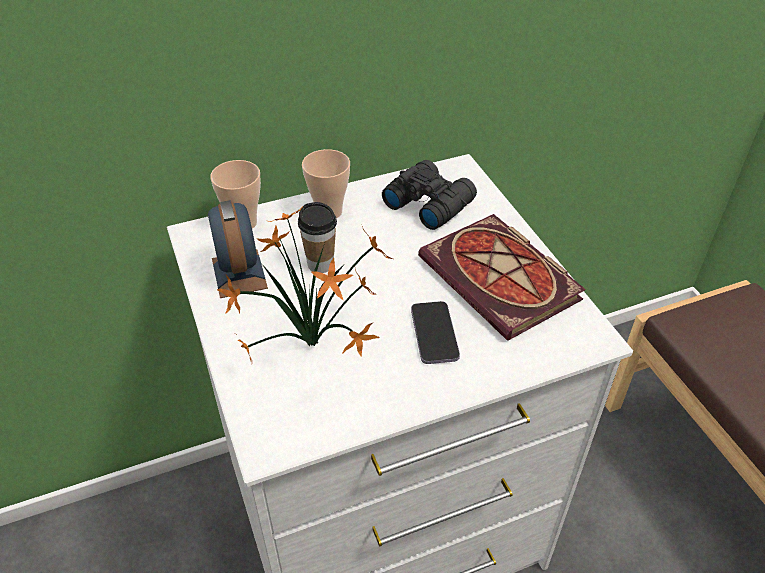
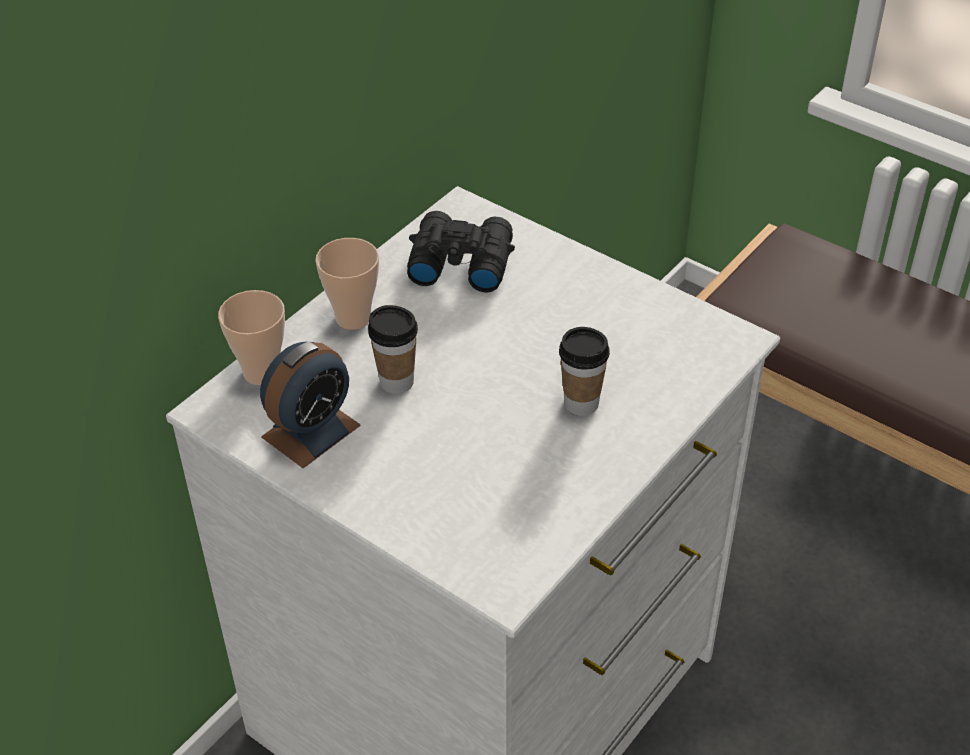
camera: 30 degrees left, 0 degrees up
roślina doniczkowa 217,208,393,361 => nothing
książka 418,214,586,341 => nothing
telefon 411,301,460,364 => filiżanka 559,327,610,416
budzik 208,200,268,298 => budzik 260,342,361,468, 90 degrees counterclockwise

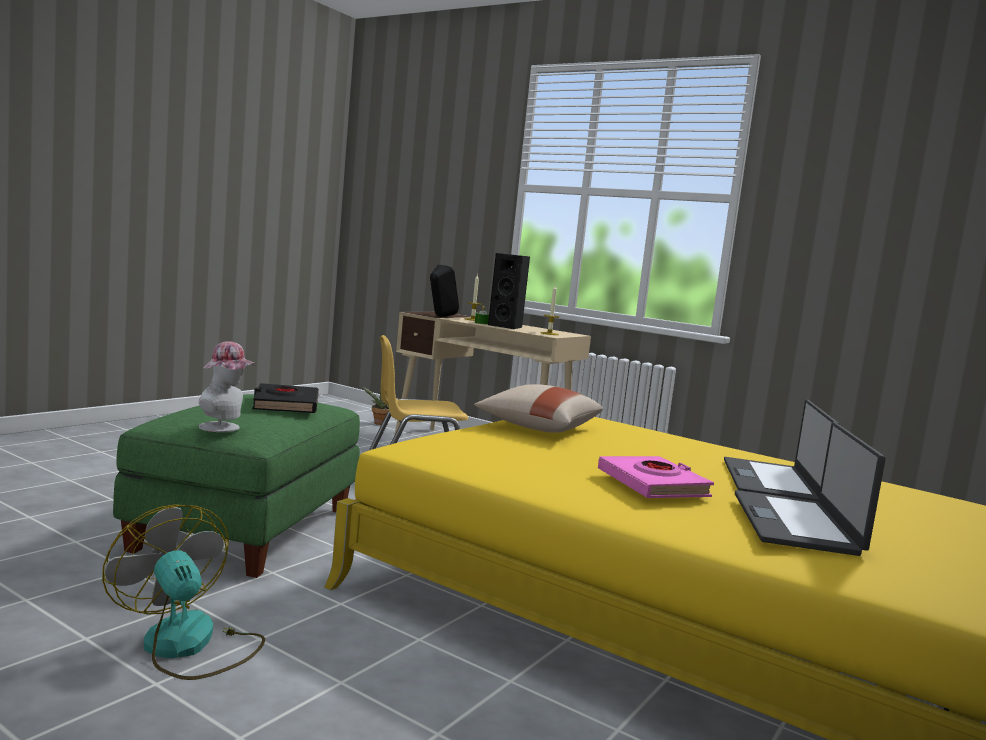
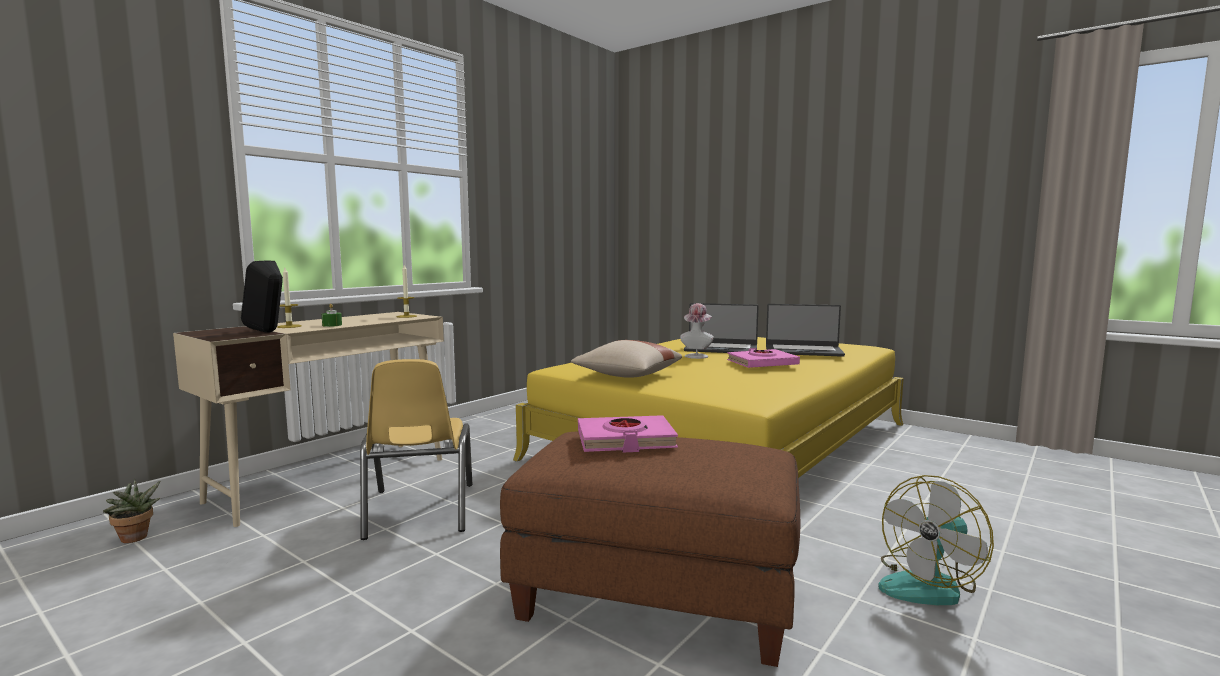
camera: 85 degrees left, 0 degrees up
głośnik [czarny] 488,253,530,329 => nothing
kapelusz 199,341,256,432 => kapelusz 680,303,714,359, moved
pufa [zielony] 113,394,360,578 => pufa [brązowy] 500,431,800,667
książka [czarny] 252,383,319,413 => książka [różowy] 578,415,678,452

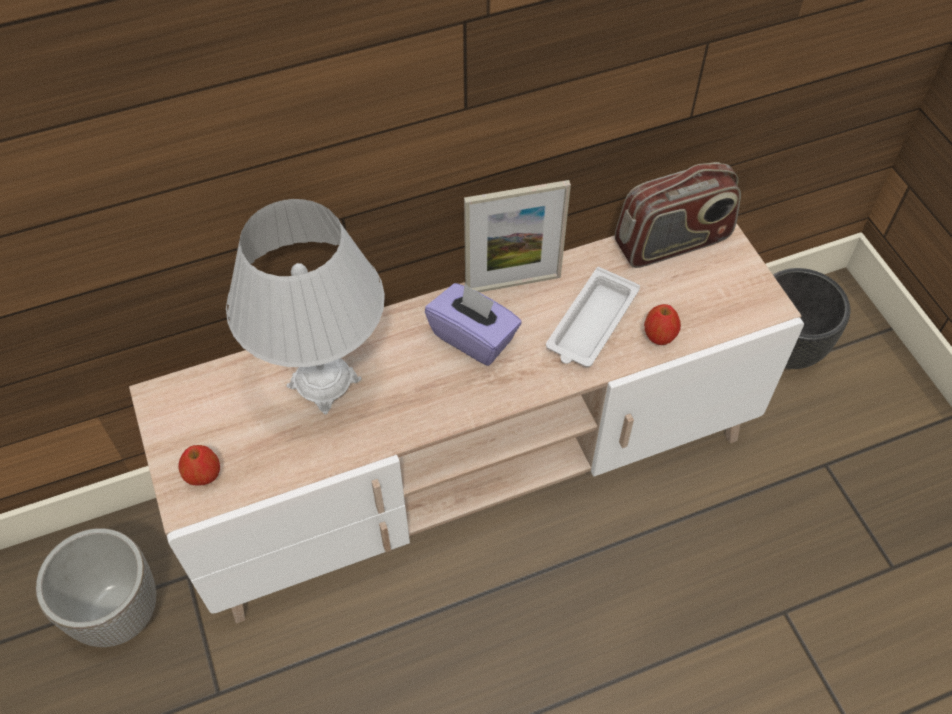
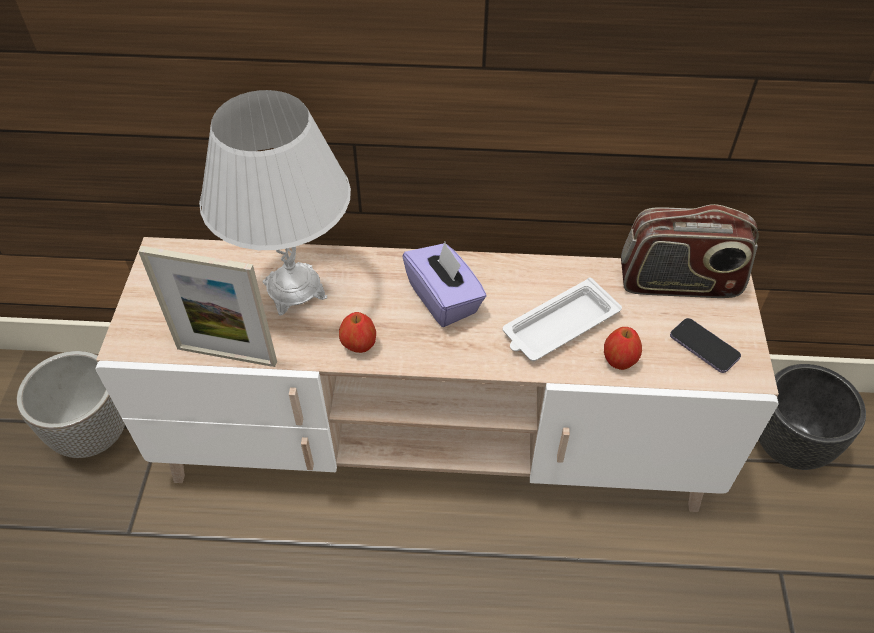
camera: 25 degrees right, 5 degrees down
nothing => telefon 670,318,741,373
jabłko 178,445,220,485 => jabłko 339,312,376,353, moved
ramka na zdjęcie 464,180,571,293 => ramka na zdjęcie 138,246,277,367, moved

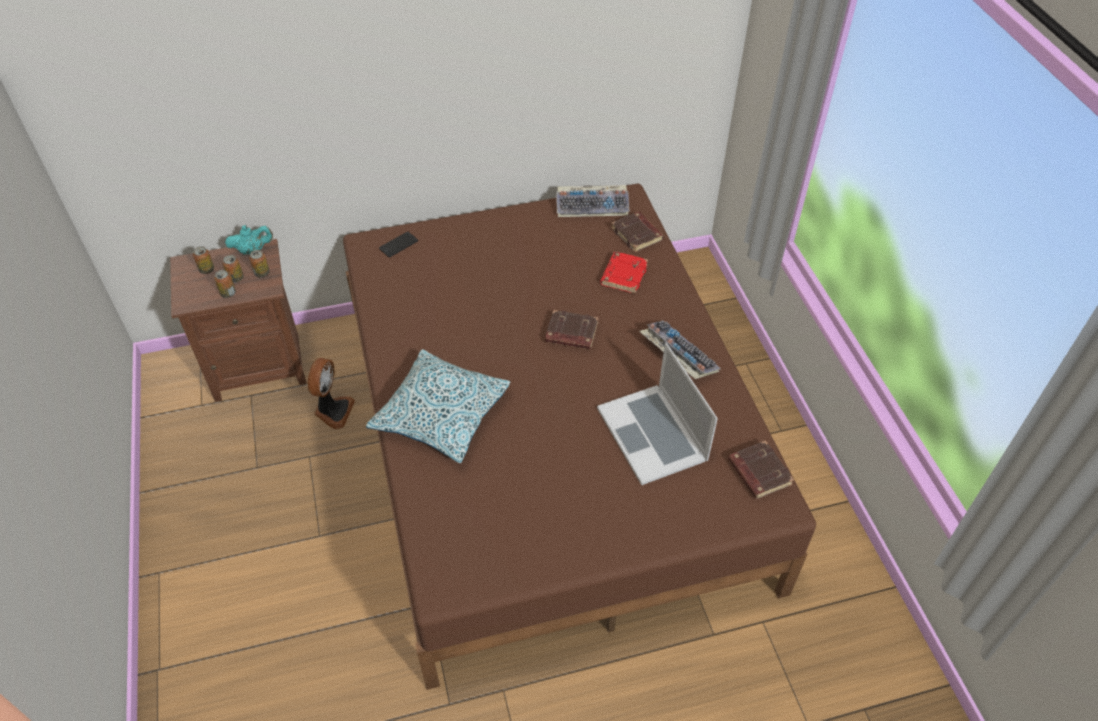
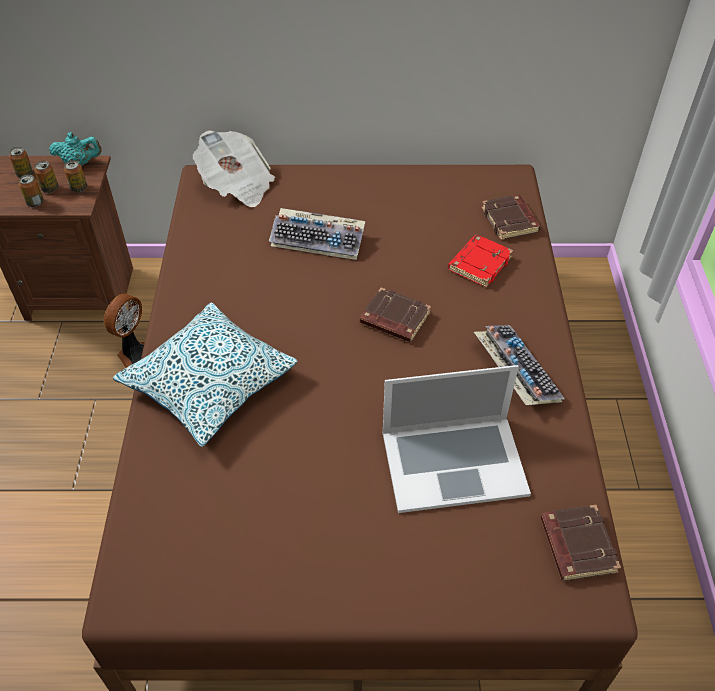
camera: 15 degrees right, 0 degrees up
klawiatura 556,185,630,217 => klawiatura 269,208,365,260, moved
telefon 379,232,418,258 => gazeta 193,130,275,207
laptop 597,343,718,485 => laptop 383,365,531,513, 90 degrees counterclockwise

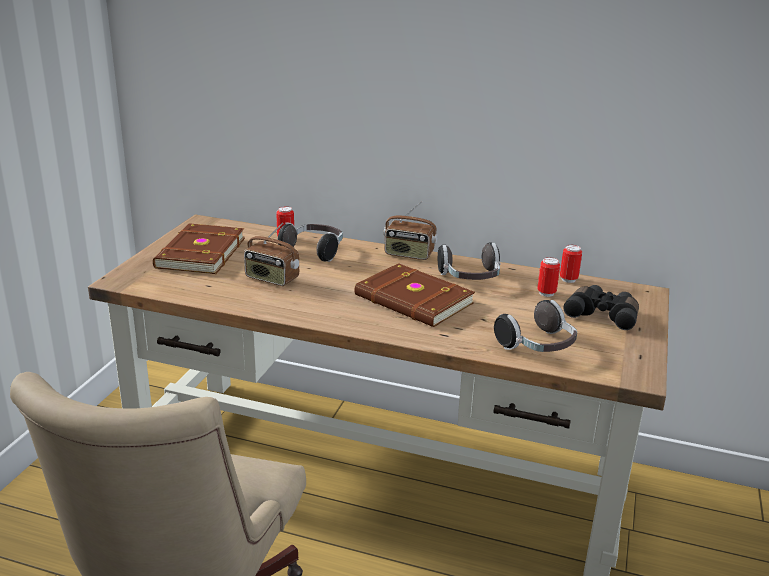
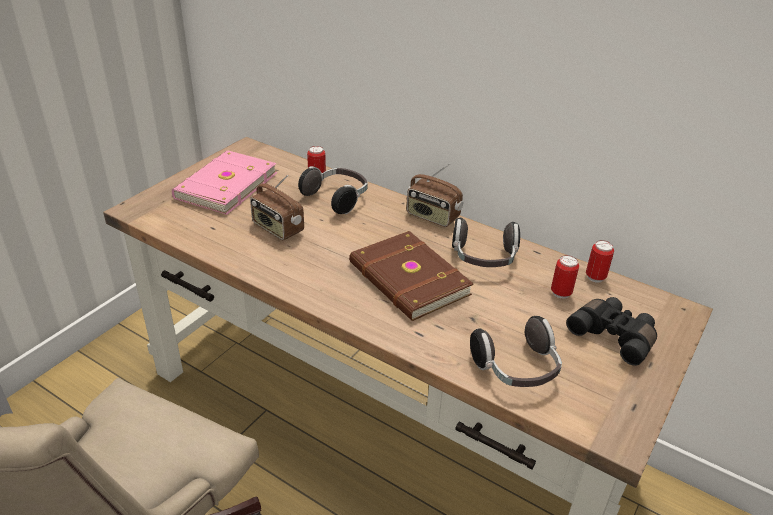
camera: 15 degrees right, 10 degrees up
książka [brązowy] 153,223,245,274 => książka [różowy] 172,150,277,215

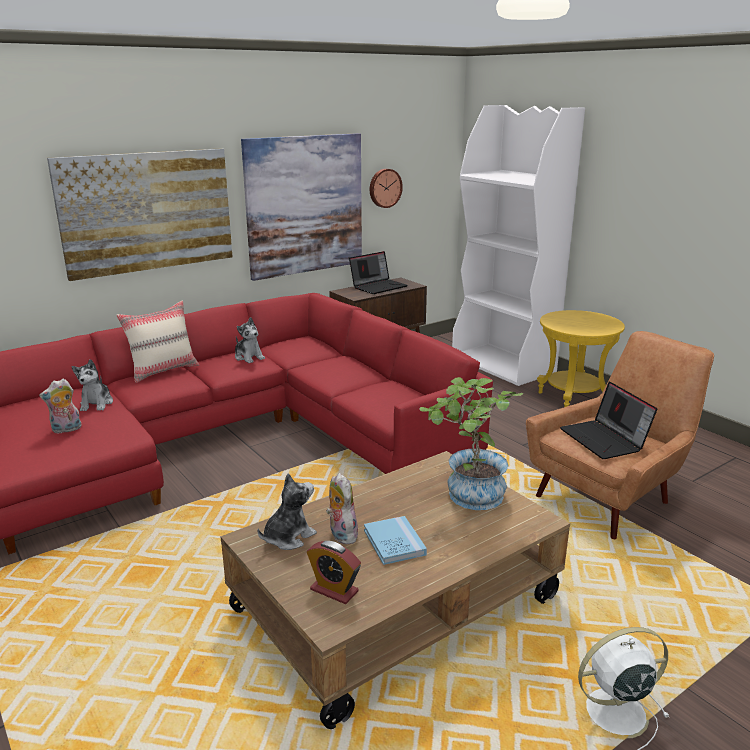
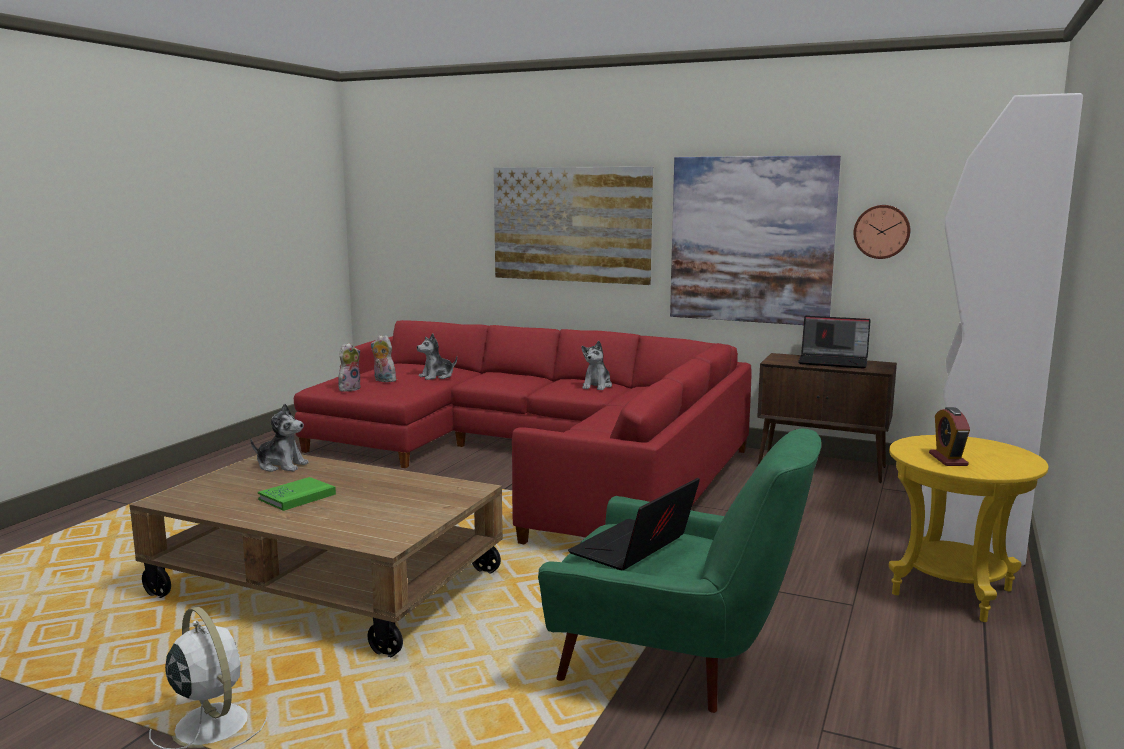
camera: 60 degrees right, 10 degrees down
poduszka [beżowy] 116,301,199,383 => nothing
roślina doniczkowa 419,377,523,510 => nothing
budzik 307,541,361,604 => budzik 929,407,970,466, moved
pluszak 326,473,358,544 => pluszak 338,343,361,392, moved
książka [niebieski] 364,516,427,565 => książka [zielony] 258,477,336,511
fotel [brązowy] 526,331,714,539 => fotel [zielony] 538,429,821,713

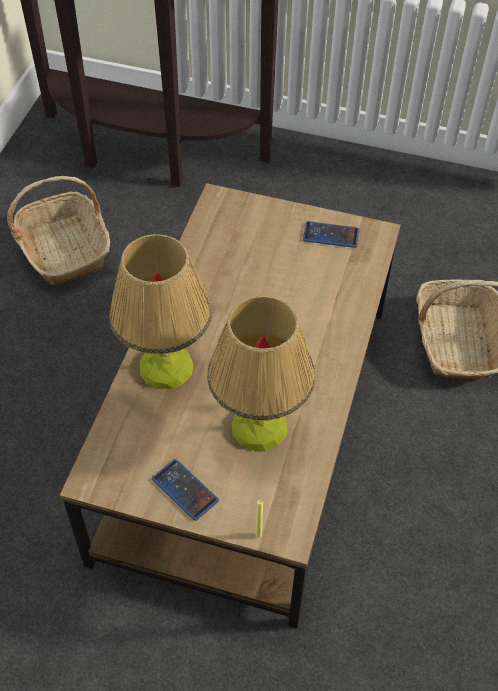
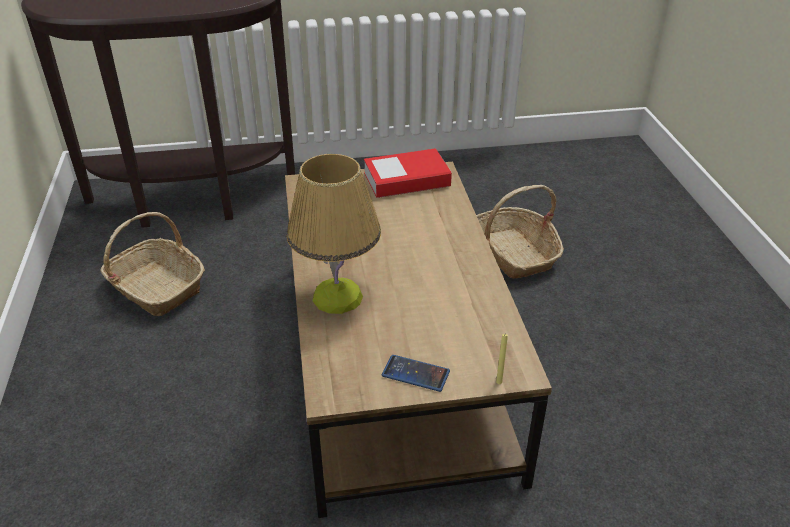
camera: 25 degrees left, 15 degrees down
lampa stołowa 207,296,315,452 => nothing
telefon 303,221,359,248 => książka 364,148,452,198

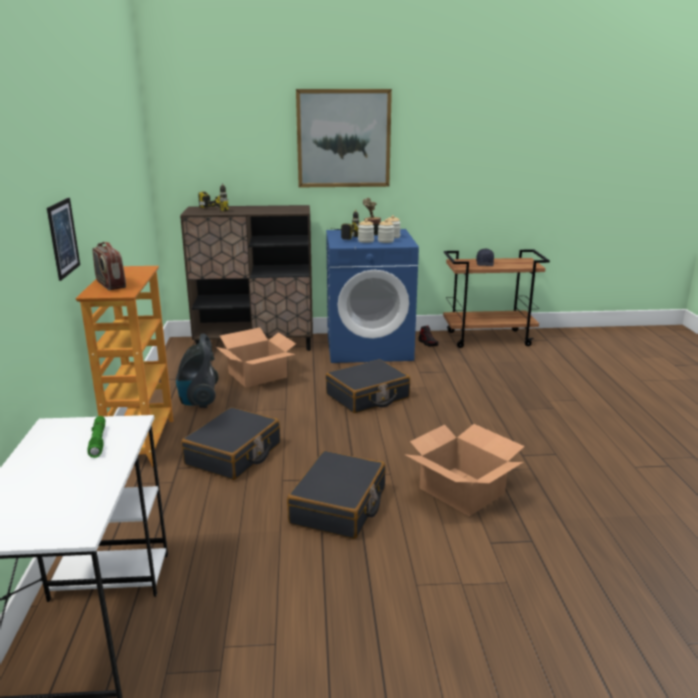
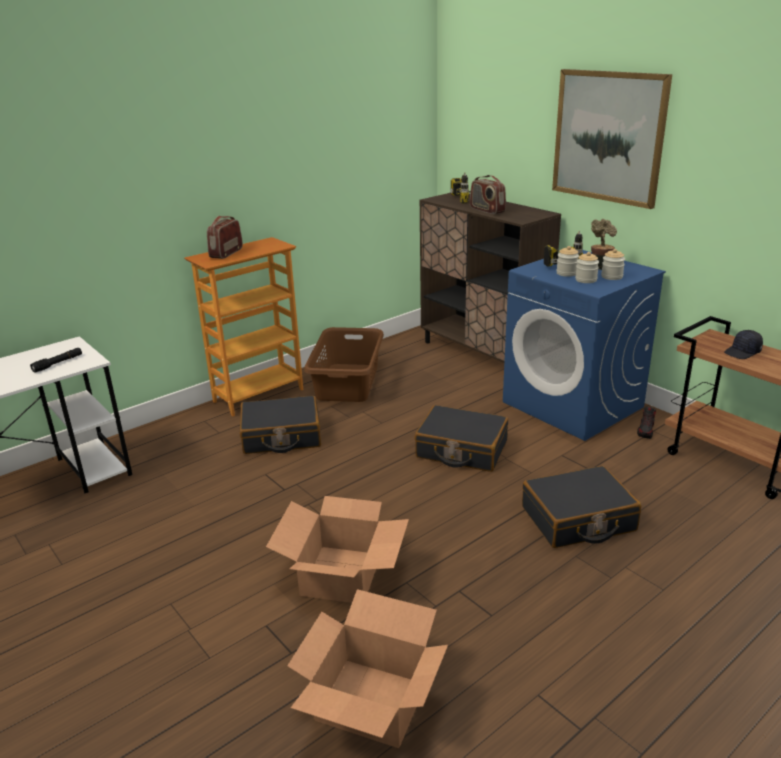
camera: 55 degrees right, 5 degrees up
obraz 47,198,80,281 => nothing
nothing => radio 470,175,506,214
karton 216,327,296,388 => karton 287,589,448,748, moved
walizka [czarny] 287,451,386,539 => walizka [czarny] 522,466,641,548, moved
odkurzacz 176,334,218,408 => kosz na pranie [brązowy] 304,327,384,402
latarka [zielony] 87,416,106,458 => latarka [czarny] 30,348,82,373

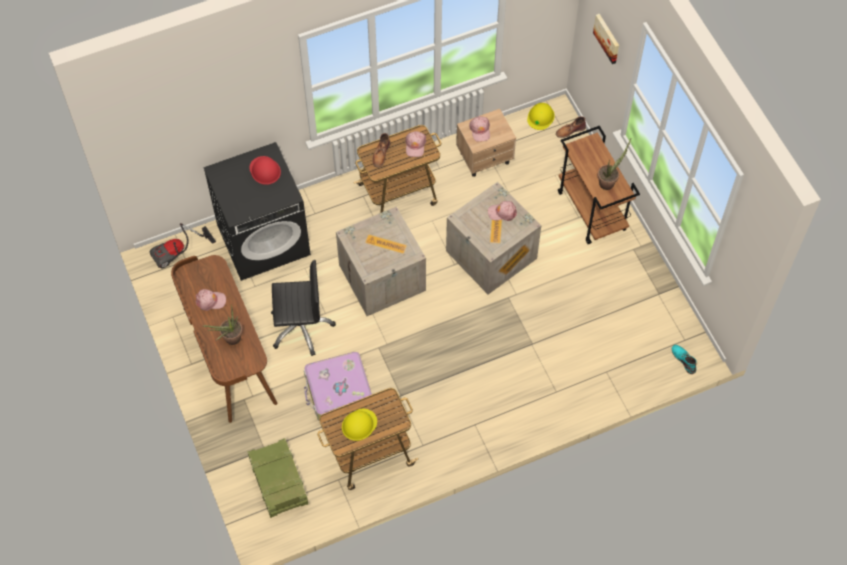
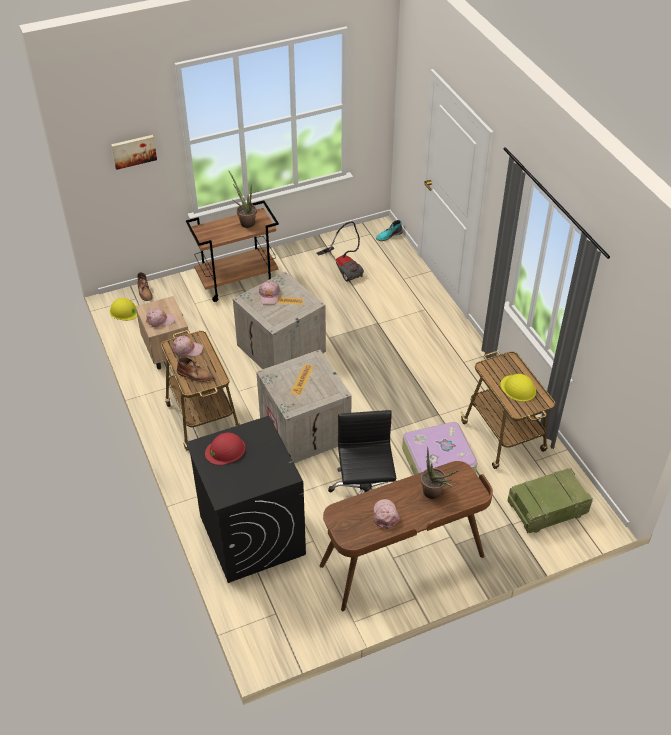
camera: 90 degrees left, 15 degrees down
odkurzacz 149,223,216,269 => odkurzacz 316,222,364,282, moved

